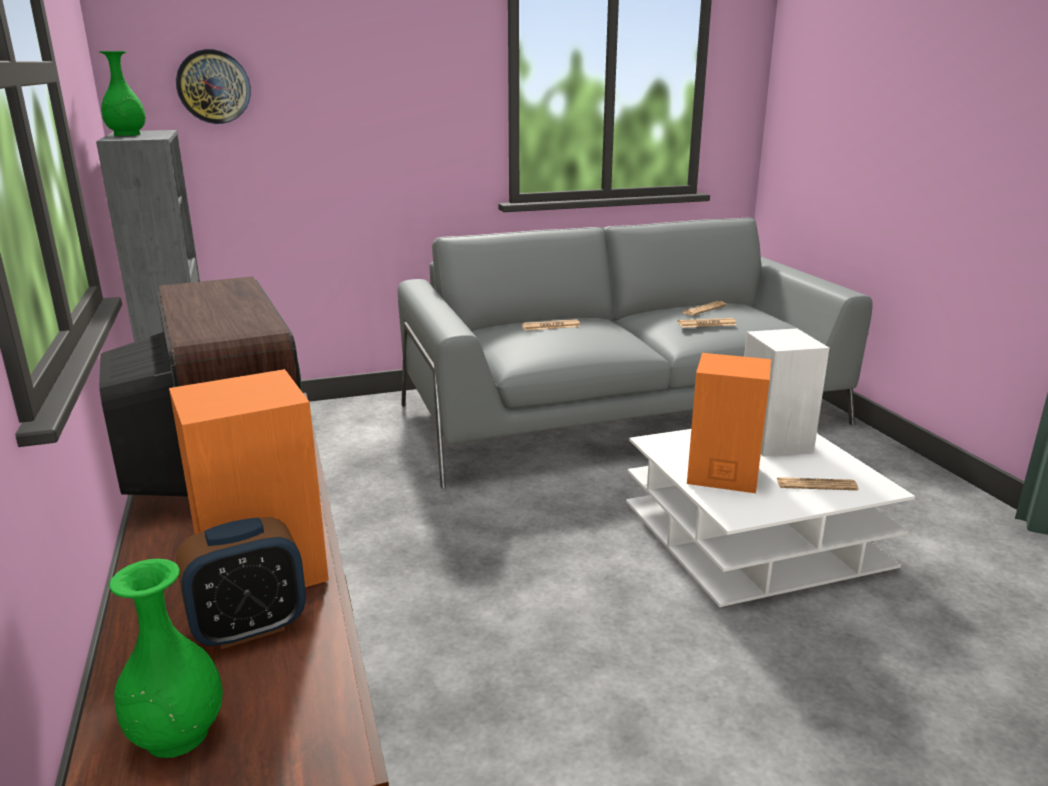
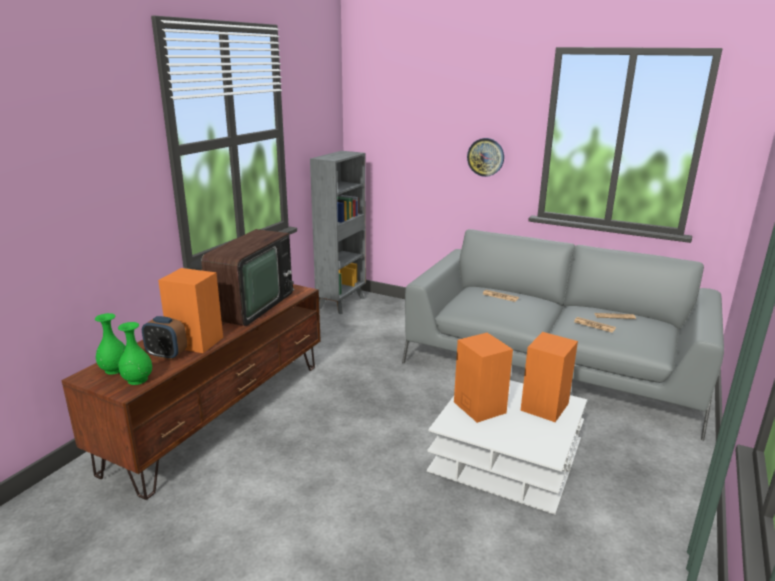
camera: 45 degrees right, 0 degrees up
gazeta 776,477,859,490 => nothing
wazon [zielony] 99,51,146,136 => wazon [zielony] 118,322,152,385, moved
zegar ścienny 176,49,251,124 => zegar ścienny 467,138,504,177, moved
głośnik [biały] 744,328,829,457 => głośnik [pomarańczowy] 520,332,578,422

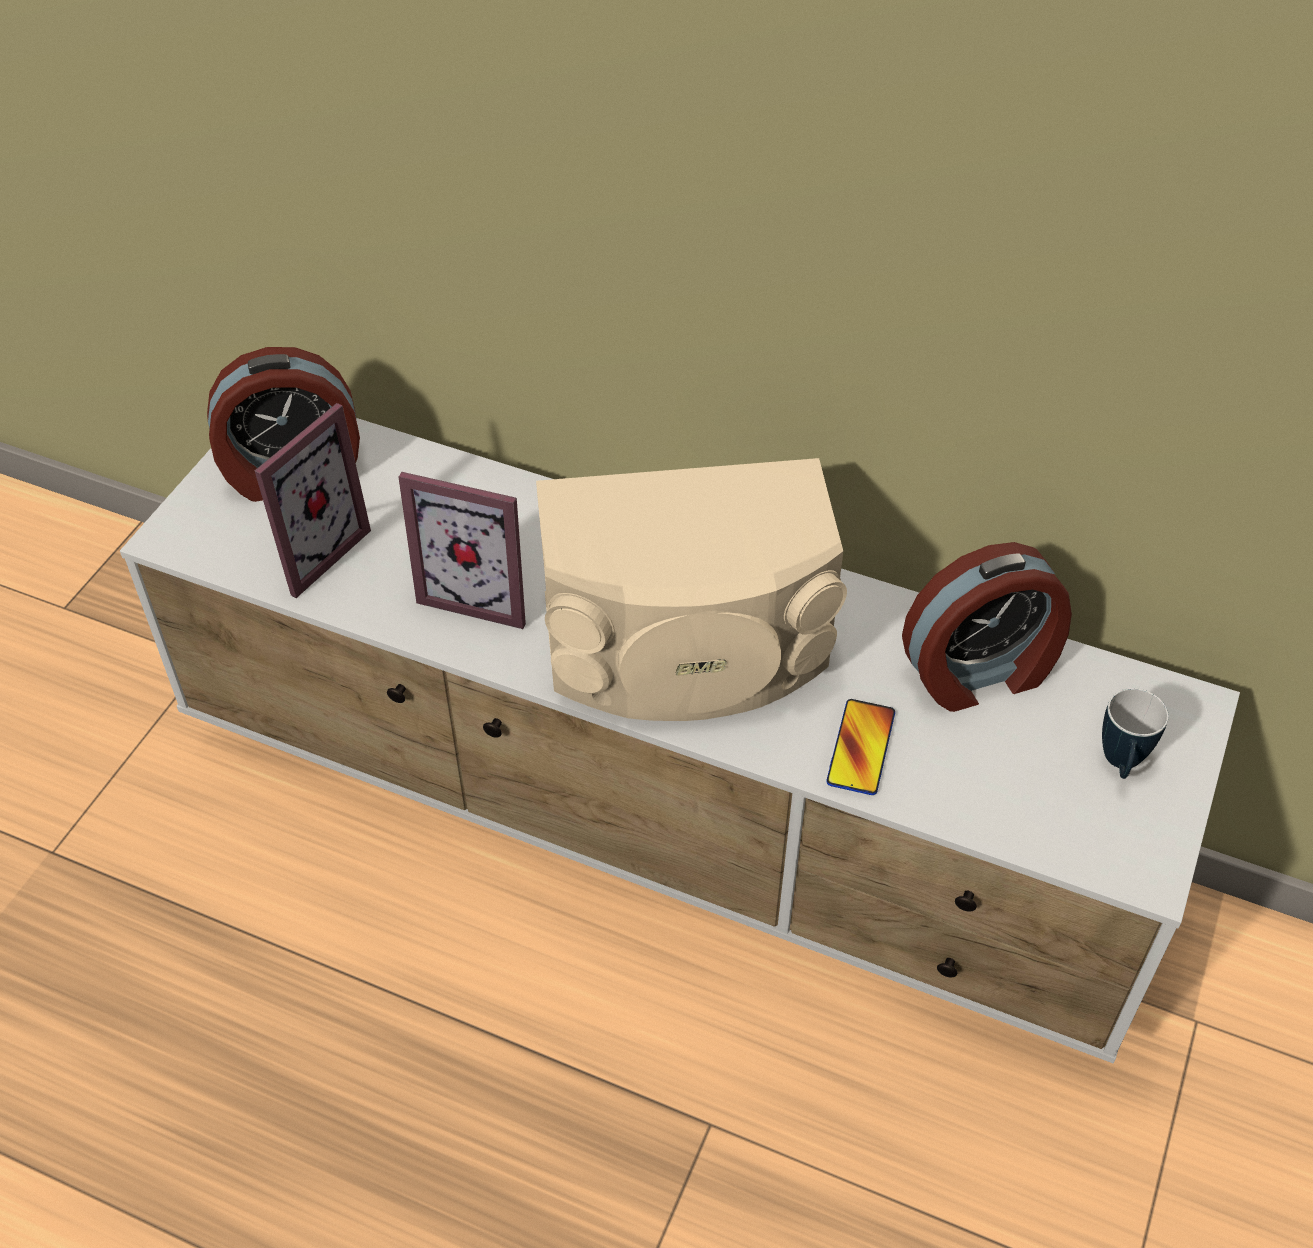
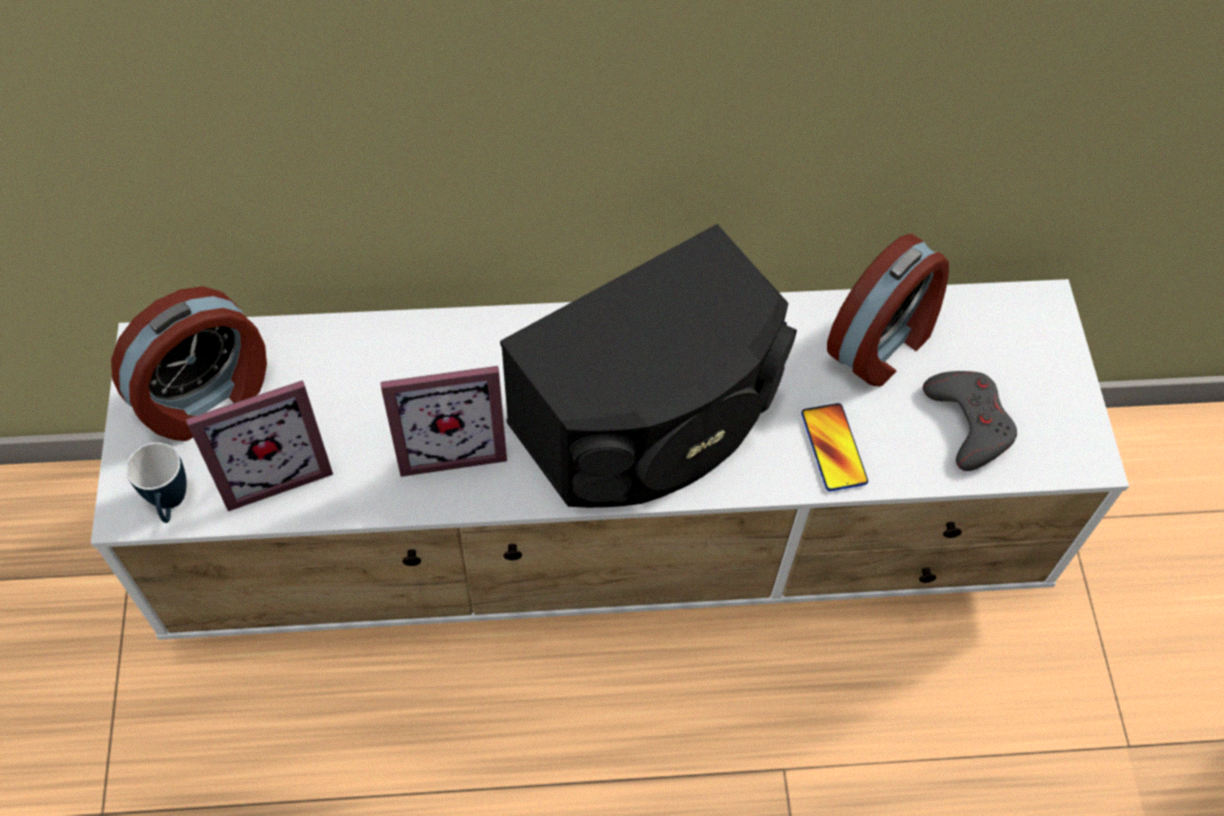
camera: 30 degrees left, 10 degrees up
nothing => pad do gier [szary] 923,371,1017,471
kubek 1102,688,1169,779 => kubek 126,443,187,523, moved
głośnik [beżowy] 536,458,847,721 => głośnik [czarny] 500,224,797,508
ramka na zdjęcie 255,403,371,598 => ramka na zdjęcie 186,380,333,511, 60 degrees clockwise

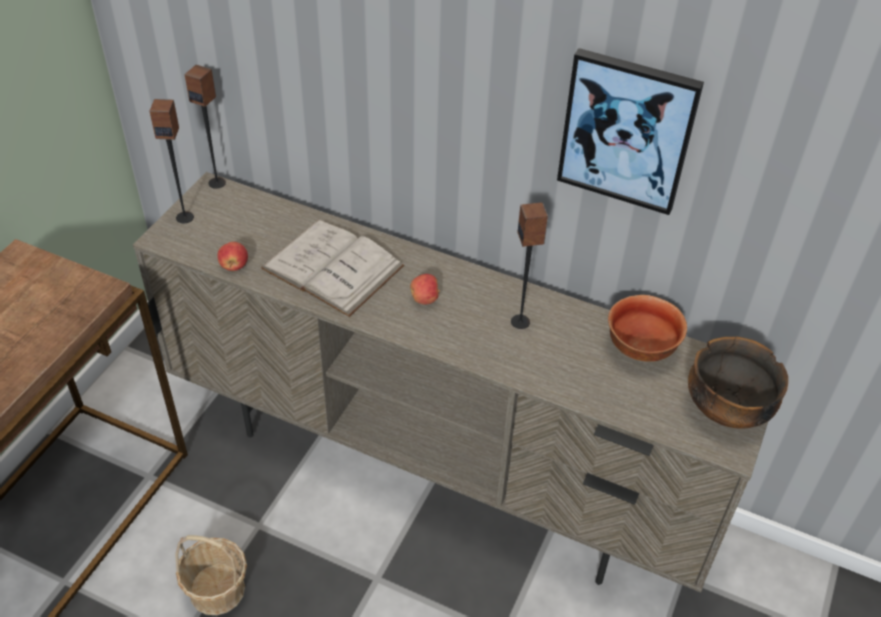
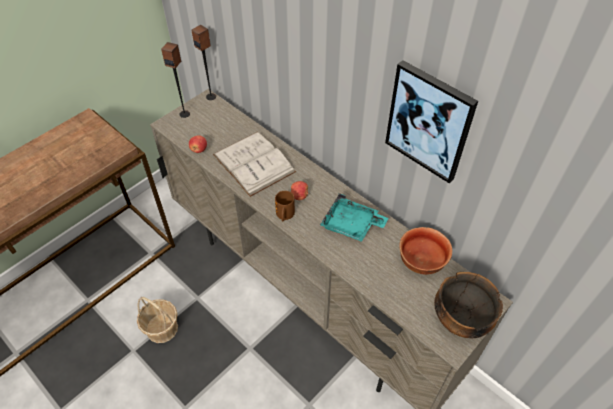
camera: 20 degrees right, 5 degrees up
nothing => kubek [brązowy] 275,191,295,222
głośnik 511,202,548,329 => taca [turkusowy] 320,193,388,242

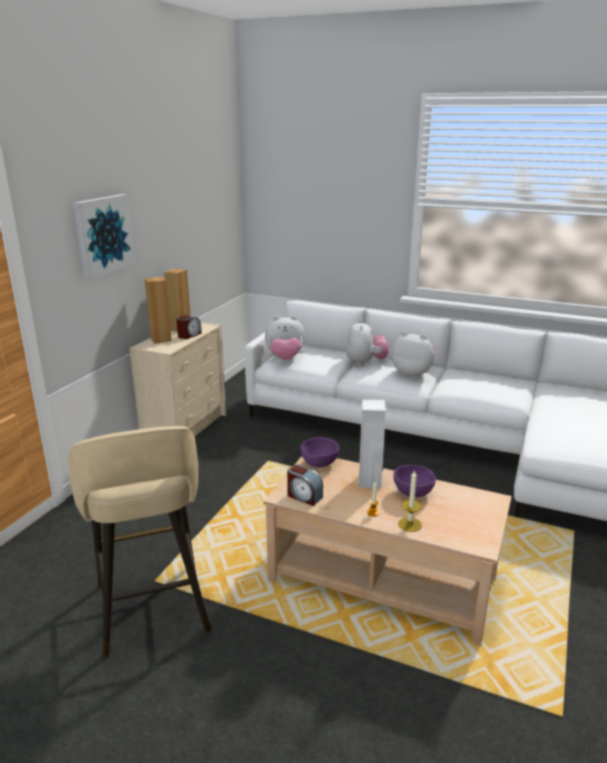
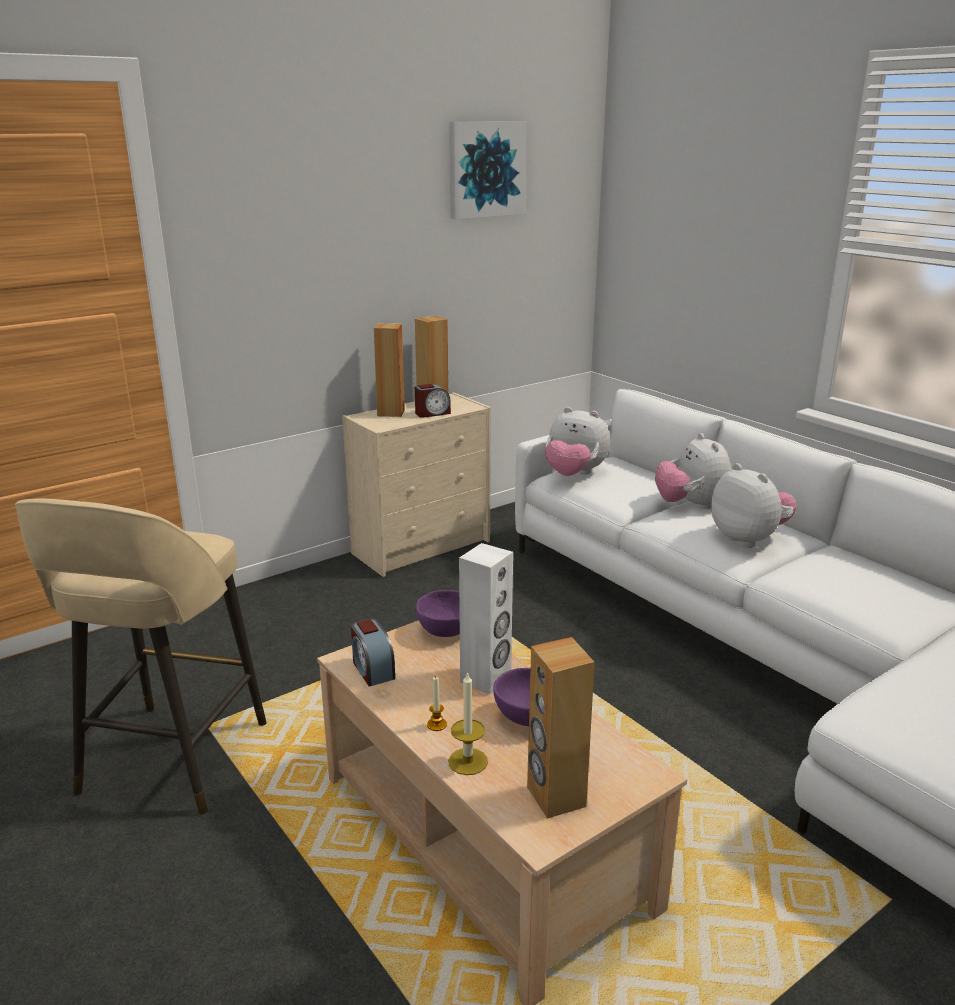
camera: 30 degrees right, 0 degrees up
nothing => głośnik [brązowy] 527,637,595,819
obraz 73,194,135,279 => obraz 449,121,526,220, moved
pluszak 346,319,389,366 => pluszak 655,433,732,509, 135 degrees clockwise

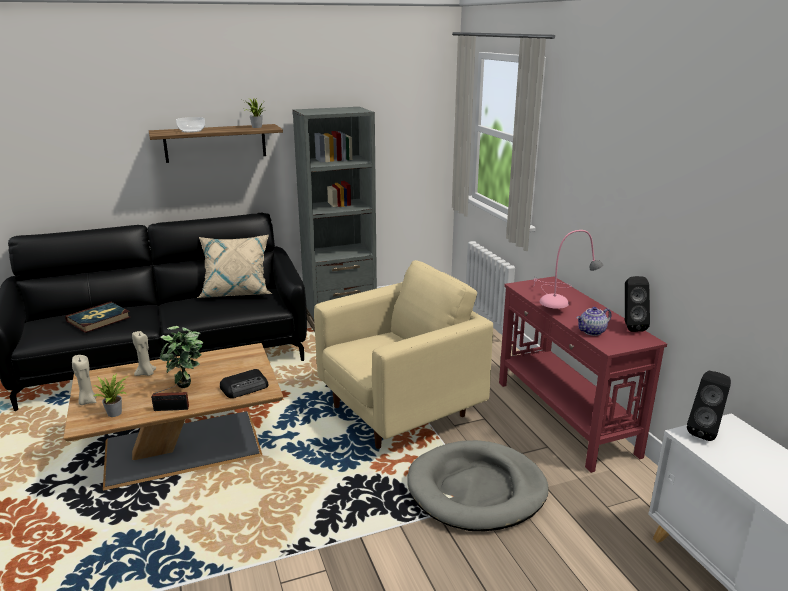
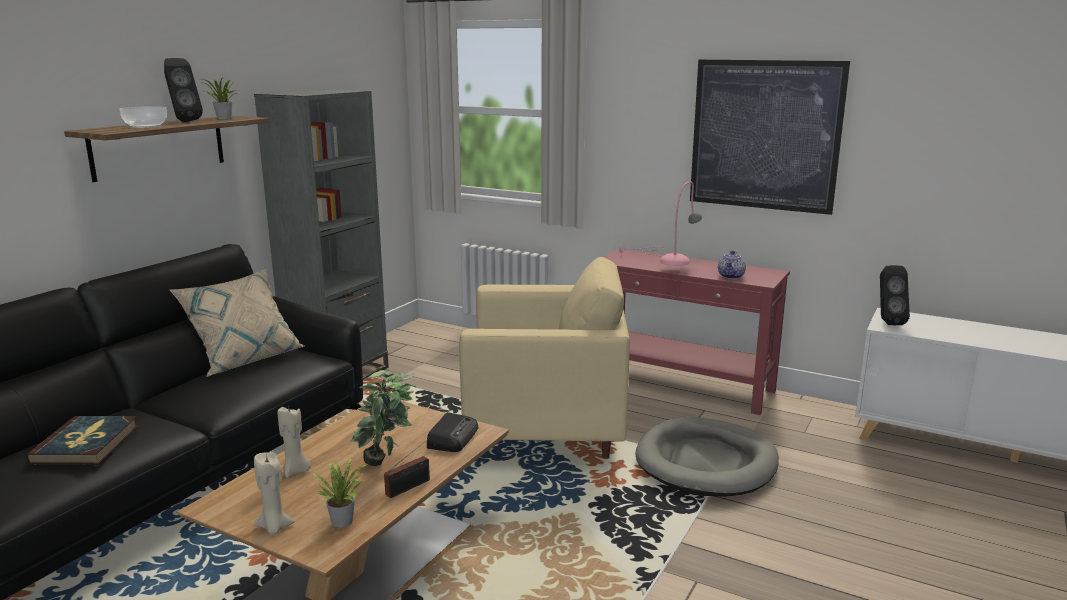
camera: 40 degrees left, 5 degrees down
nothing => obraz 690,59,850,215
głośnik [czarny] 625,276,650,332 => głośnik [czarny] 164,58,203,122, moved
fotel [beżowy] 314,260,493,449 => fotel [beżowy] 459,257,630,459, 75 degrees clockwise

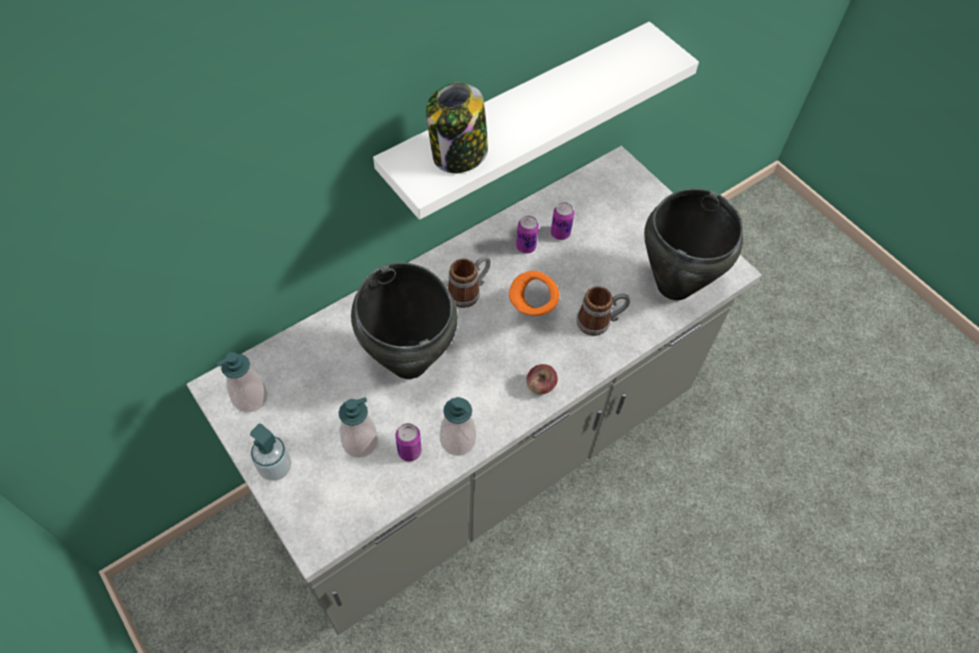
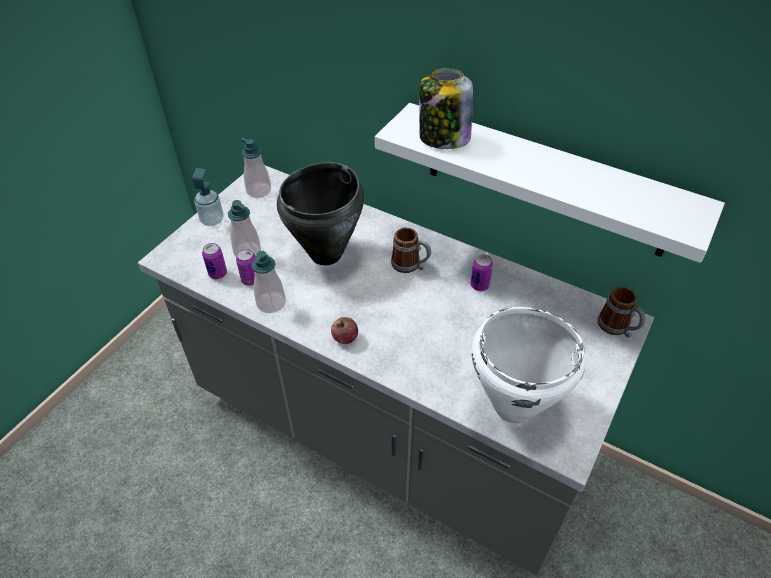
camera: 70 degrees right, 10 degrees down
wazon [pomarańczowy] 509,271,559,316 => nothing
puszka 551,202,574,240 => puszka 202,243,227,279, moved
kubek 577,286,630,336 => kubek 598,287,646,337, moved
garnek [czarny] 644,188,743,300 => garnek [biały] 471,307,586,424

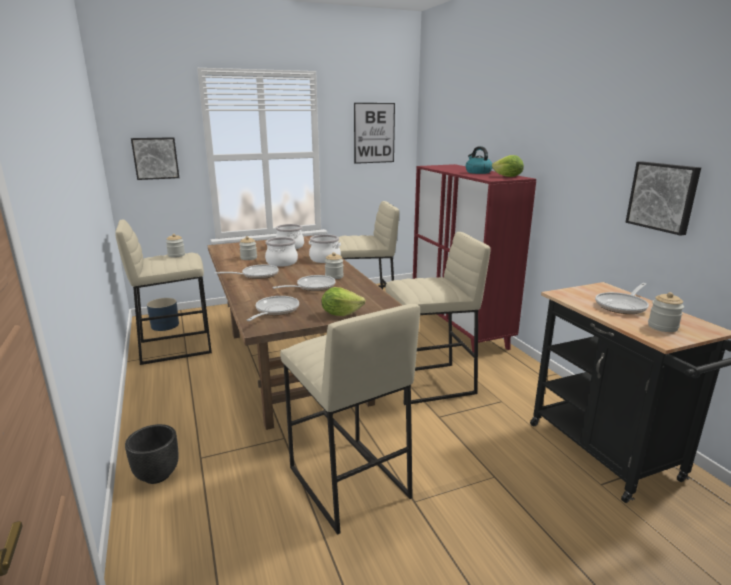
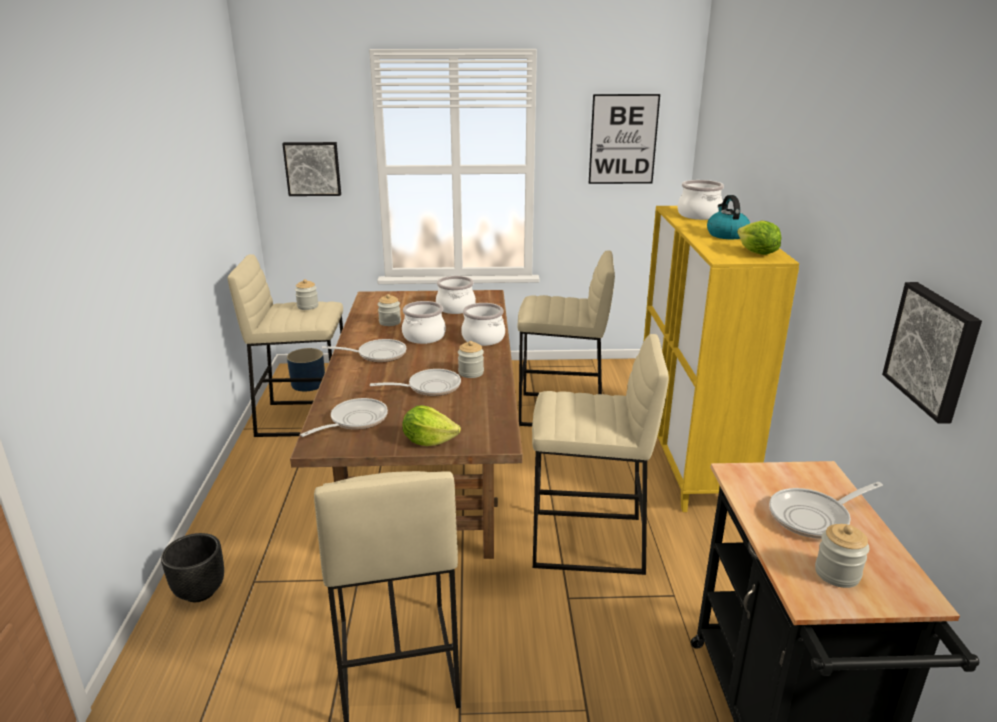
camera: 20 degrees right, 5 degrees up
nothing => garnek 678,180,724,220
szafka [czerwony] 413,164,536,352 => szafka [żółty] 644,206,799,512

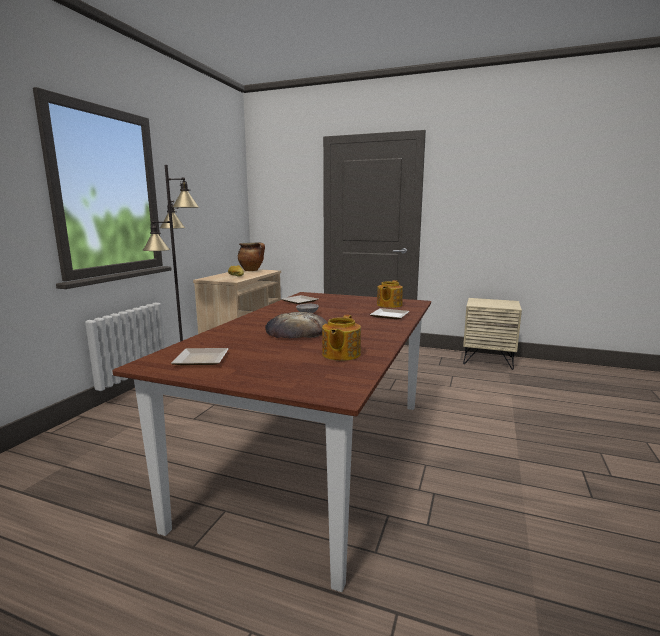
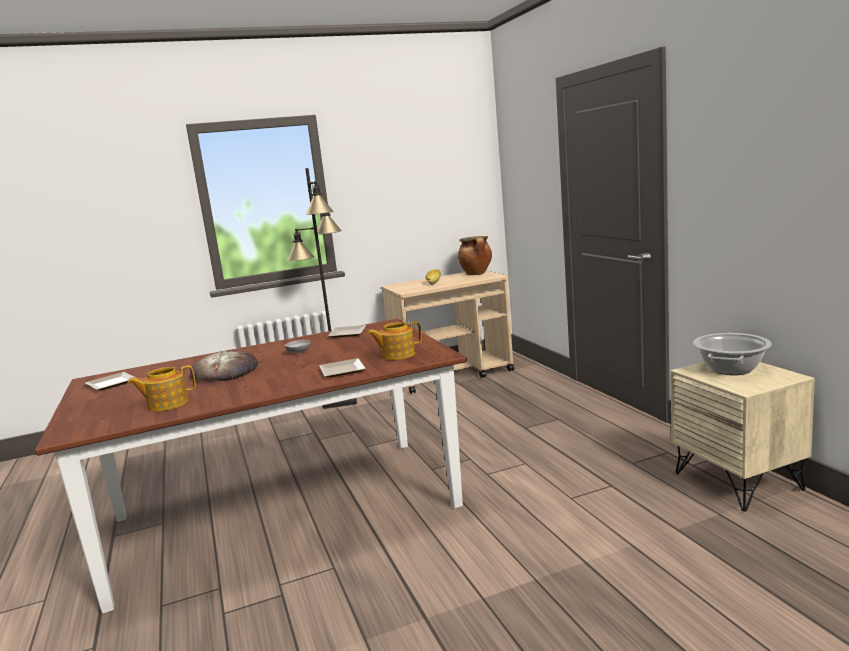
camera: 50 degrees right, 0 degrees up
nothing => garnek 693,333,772,375

